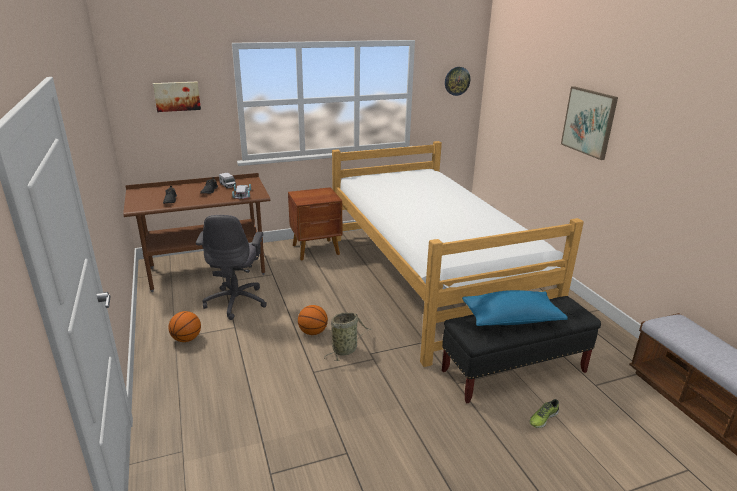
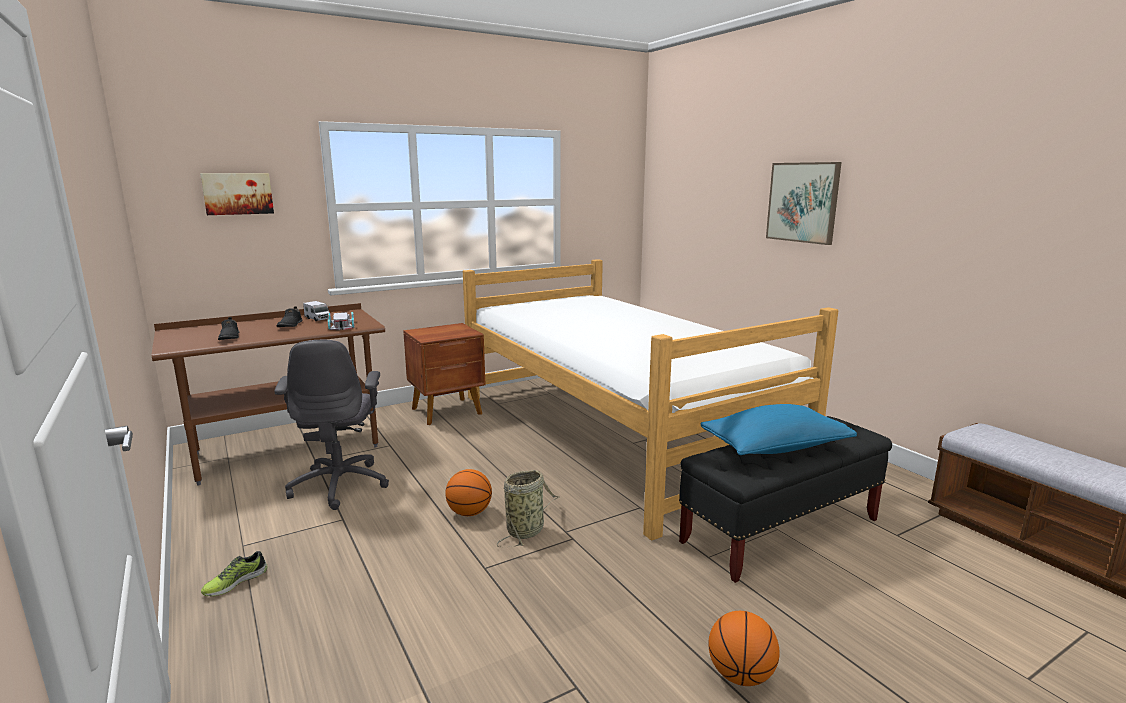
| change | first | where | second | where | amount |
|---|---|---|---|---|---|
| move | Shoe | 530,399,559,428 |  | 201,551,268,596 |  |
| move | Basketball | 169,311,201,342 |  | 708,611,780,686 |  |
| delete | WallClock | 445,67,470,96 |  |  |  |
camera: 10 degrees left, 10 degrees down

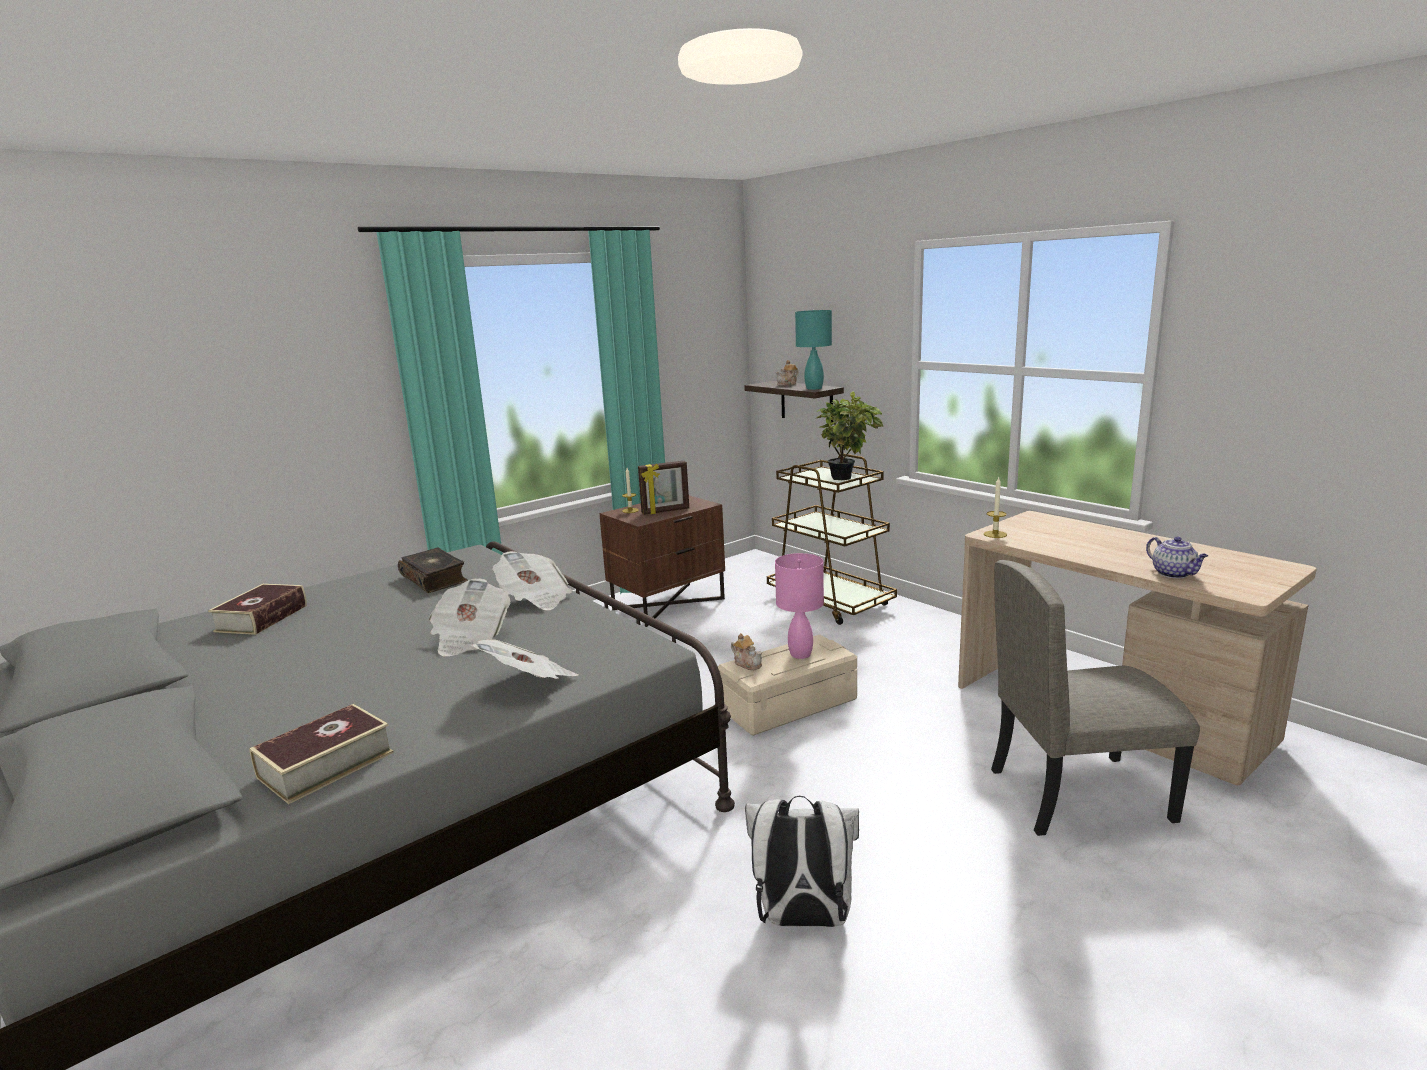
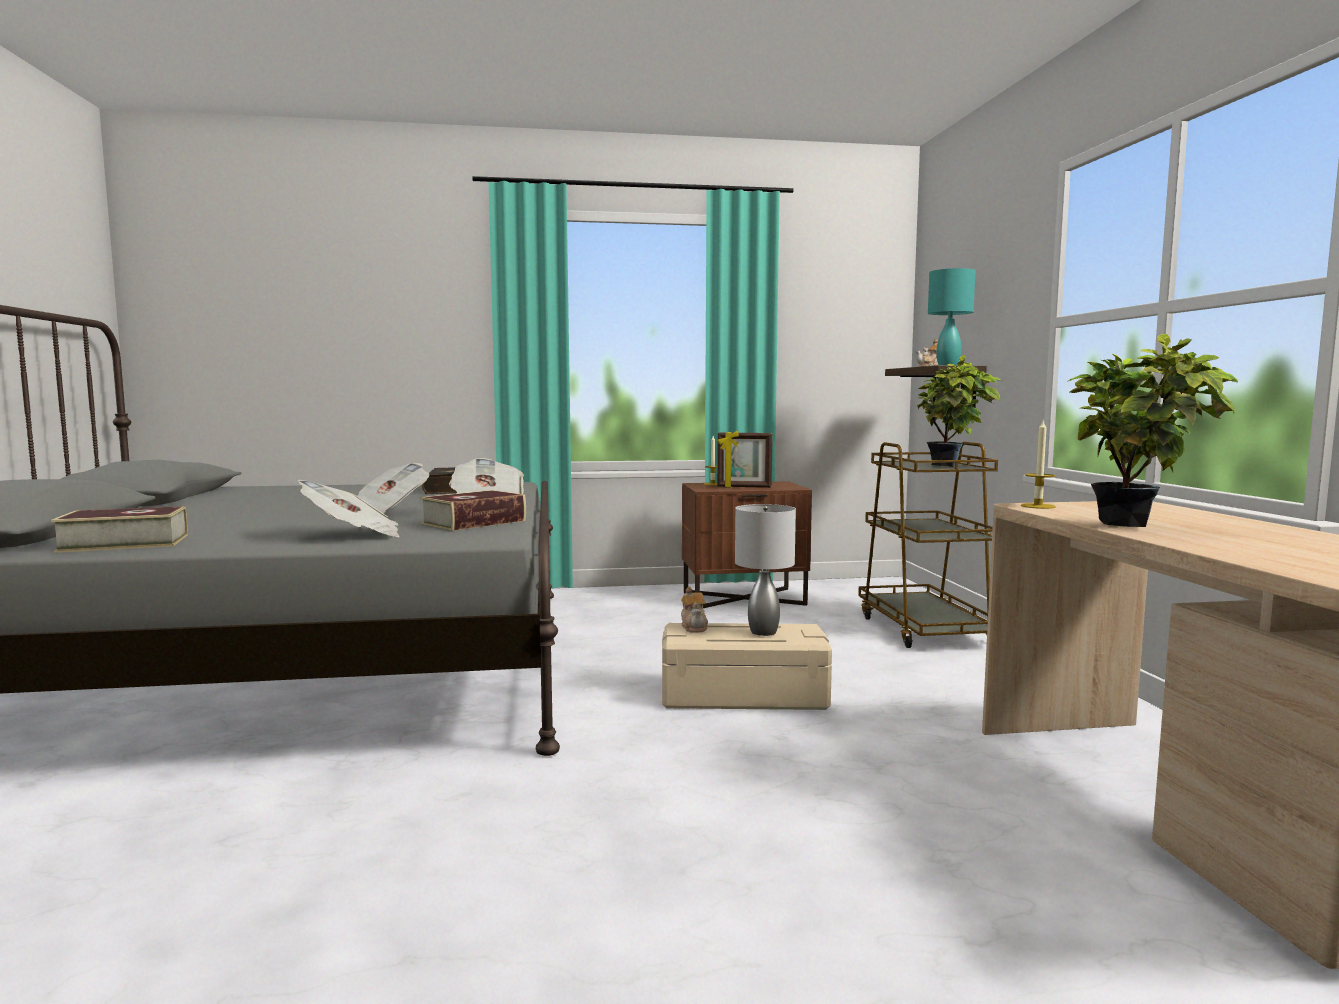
| change | first | where | second | where | amount |
|---|---|---|---|---|---|
| move | Book | 208,584,307,635 |  | 420,490,526,531 |  |
| recolor | PinkTableLamp | 775,553,824,659 | GreyTableLamp | 735,504,796,636 |  |
| insert |  |  | PottedPlant | 1067,334,1238,527 |  |
| delete | WhiteBackpack | 745,796,859,927 |  |  |  |
| delete | BeigeChair | 991,560,1200,836 |  |  |  |
| delete | Teapot | 1146,536,1208,578 |  |  |  |
camera: 30 degrees right, 10 degrees down

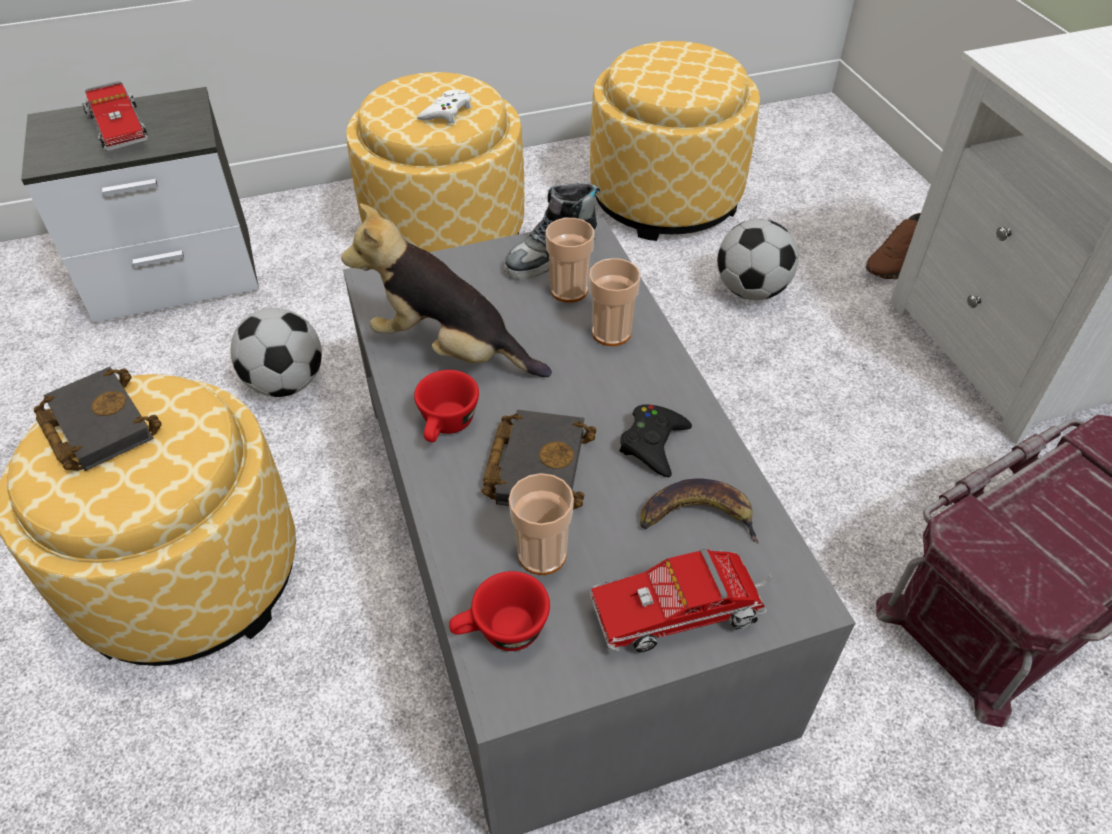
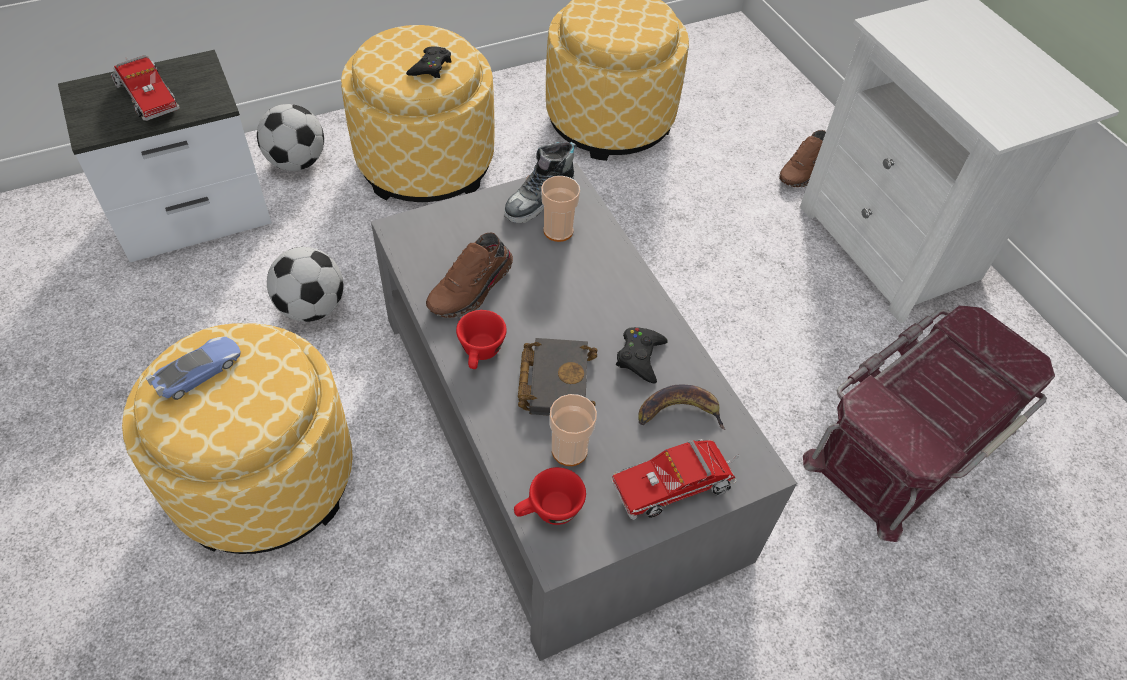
| change | first | where | second | where | amount |
|---|---|---|---|---|---|
| replace | BlackBook | 34,367,162,471 | ToyCar | 146,337,241,400 |  |
| move | Football | 717,219,798,300 |  | 257,104,324,171 |  |
| recolor | WhiteGameController | 417,90,472,124 | BlackGameController | 406,46,452,78 |  |
| replace | PlushToy | 341,203,552,377 | BrownShoe | 426,233,513,318 |  |
| delete | Cup | 589,258,641,346 |  |  |  |
camera: 10 degrees left, 5 degrees up

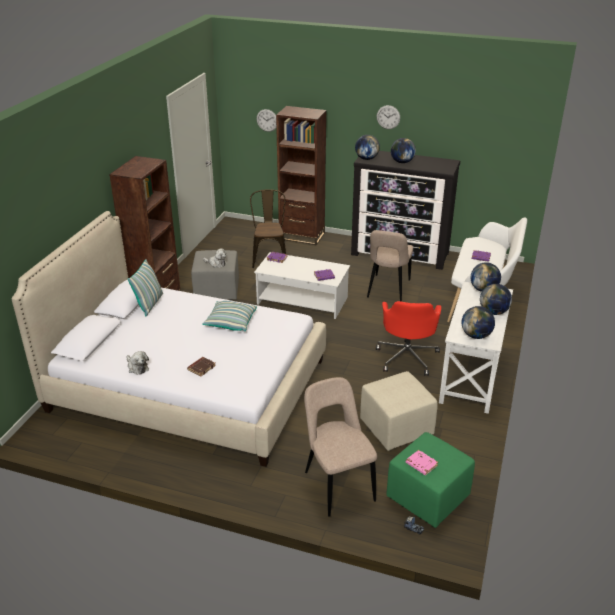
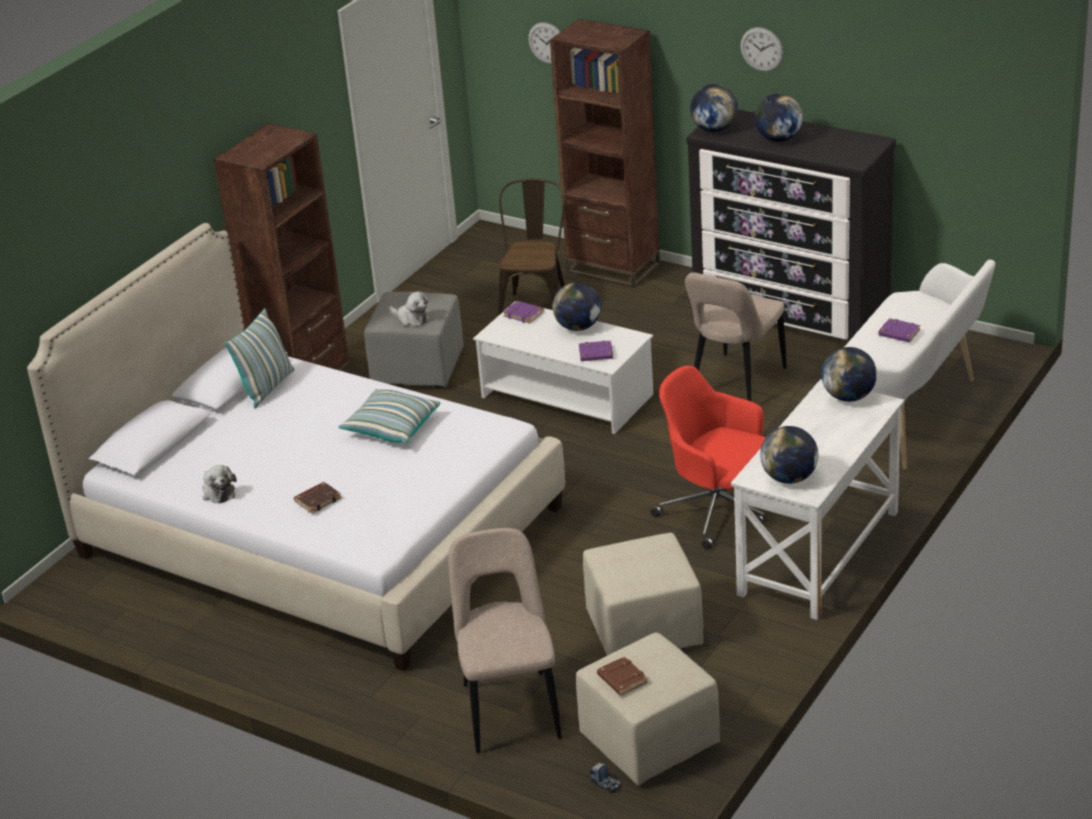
| change | first | where | second | where | amount |
|---|---|---|---|---|---|
| move | Globe | 480,284,512,315 |  | 553,282,601,331 |  |
| recolor | GreenOttoman | 386,432,475,528 | BeigeOttoman | 576,633,720,785 |  |
| recolor | PinkBook | 406,450,438,475 | BrownBook | 597,656,648,695 |  |
| rotate | RedOfficeChair | 376,301,441,376 |  | 651,365,766,550 | 105 degrees clockwise |
camera: 15 degrees right, 0 degrees up

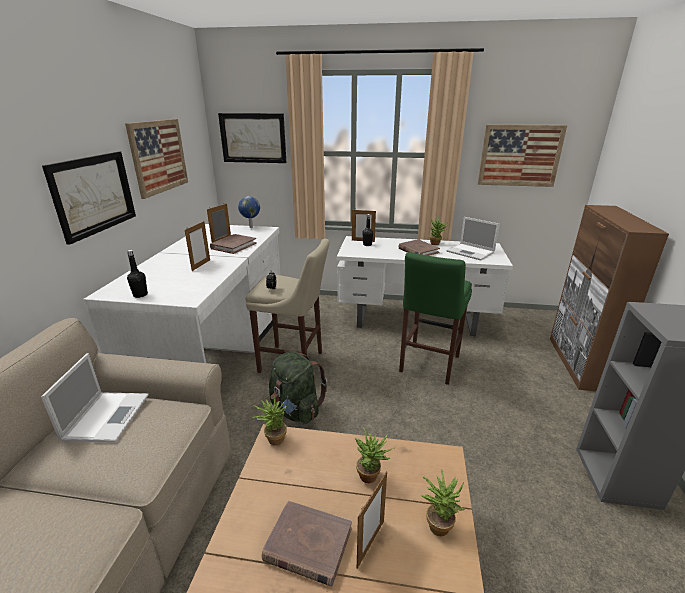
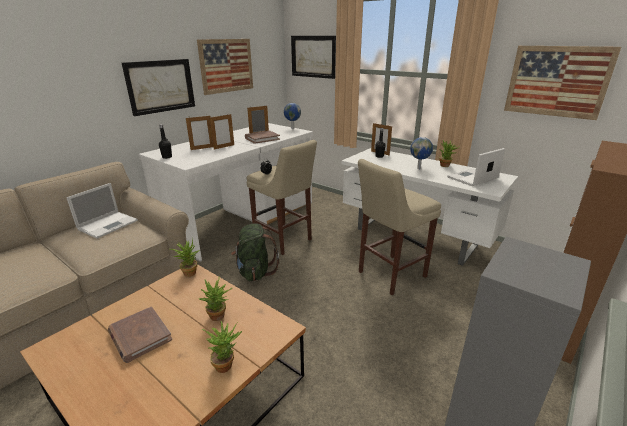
| change | first | where | second | where | amount |
|---|---|---|---|---|---|
| move | PictureFrame | 357,471,387,569 |  | 186,116,213,150 |  |
| recolor | GreenStool | 399,252,472,385 | BeigeStool | 358,159,441,295 |  |
| replace | BrownBook | 398,239,440,256 | Globe | 410,137,433,169 |  |
| rotate | Laptop | 446,217,500,260 |  | 447,148,505,186 | 75 degrees clockwise |
camera: 30 degrees right, 0 degrees up

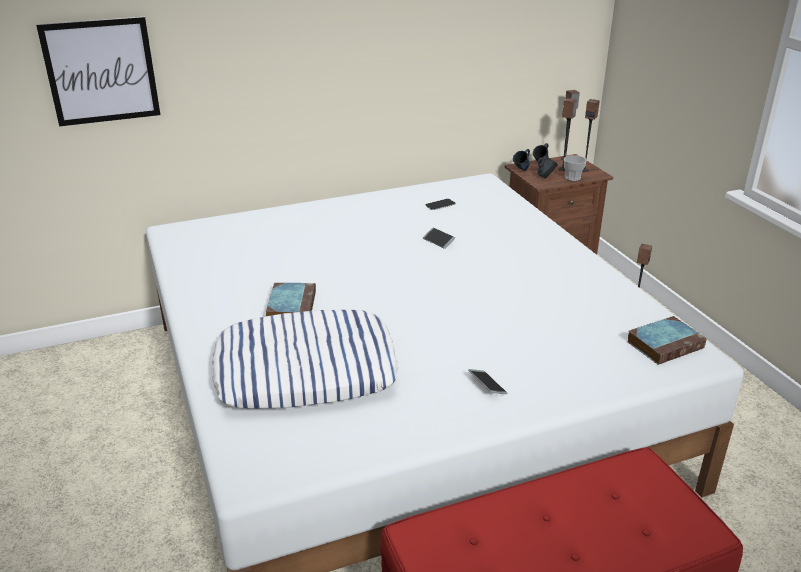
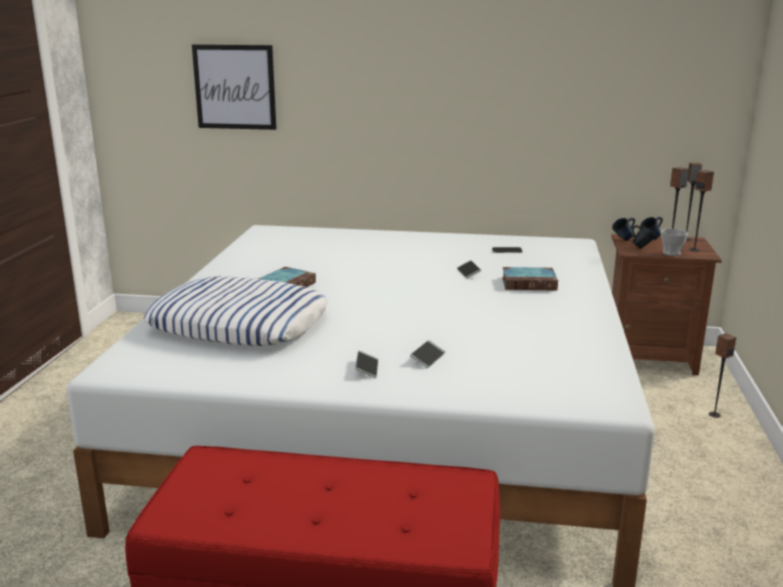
| change | first | where | second | where | amount |
|---|---|---|---|---|---|
| insert |  |  | Phone | 410,340,445,368 |  |
| move | Book | 627,316,707,365 |  | 502,267,558,291 |  |
camera: 30 degrees right, 10 degrees down

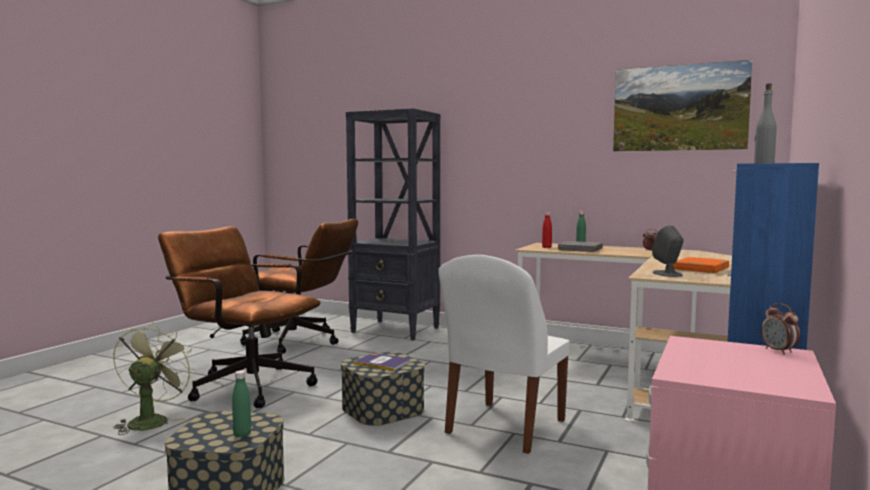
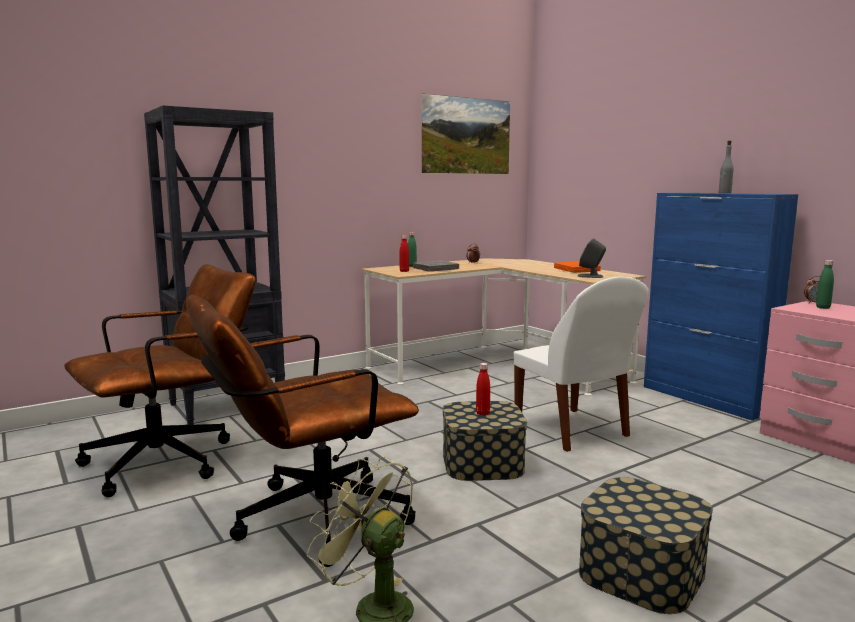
| change | first | where | second | where | amount |
|---|---|---|---|---|---|
| replace | Book | 354,353,410,371 | RedBottle | 476,363,490,416 |  |
| move | GreenBottle | 232,370,251,438 |  | 816,260,834,309 |  |
camera: 60 degrees left, 5 degrees up

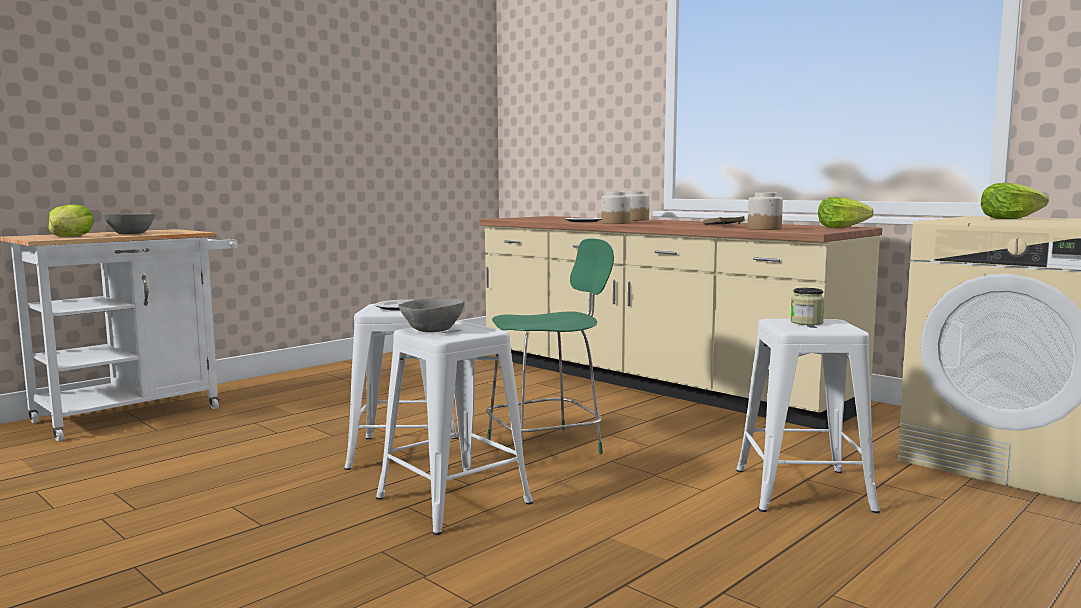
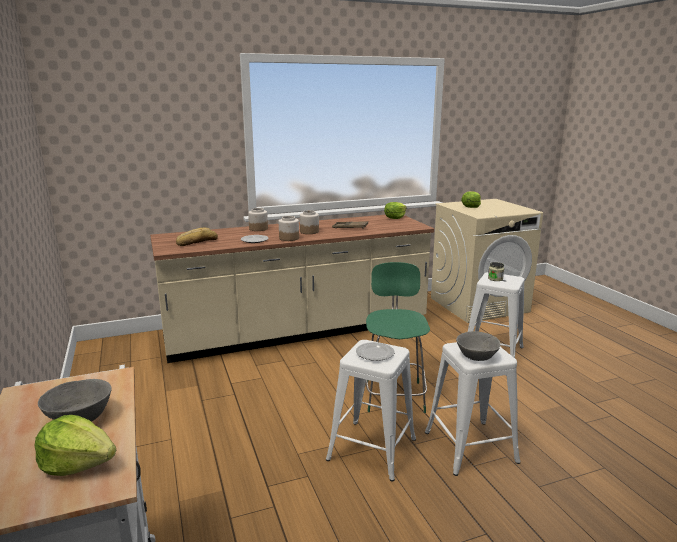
| change | first | where | second | where | amount |
|---|---|---|---|---|---|
| insert |  |  | Bread | 176,227,218,246 |  |
| move | Jar | 748,192,783,230 |  | 300,210,319,234 |  |
camera: 65 degrees left, 10 degrees up

